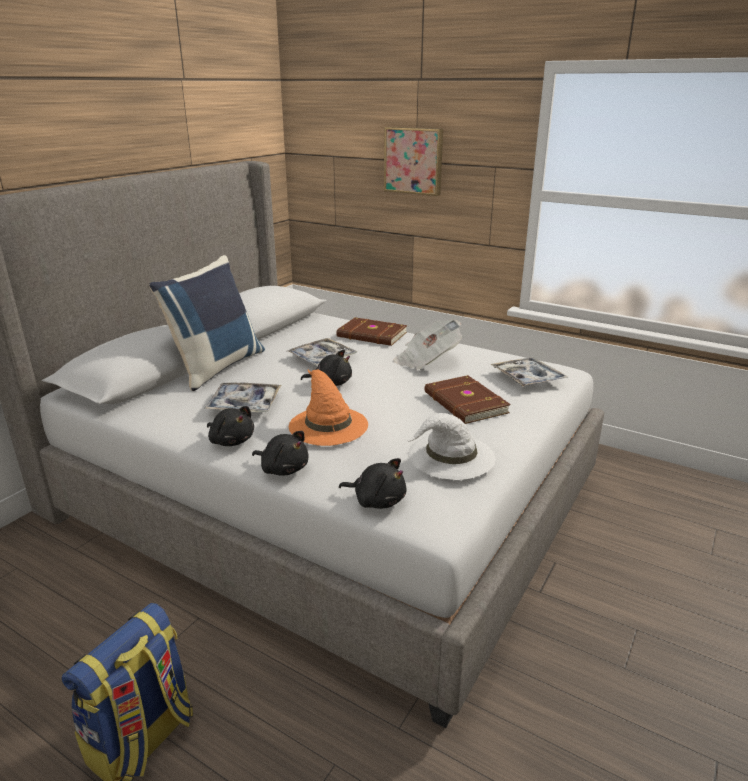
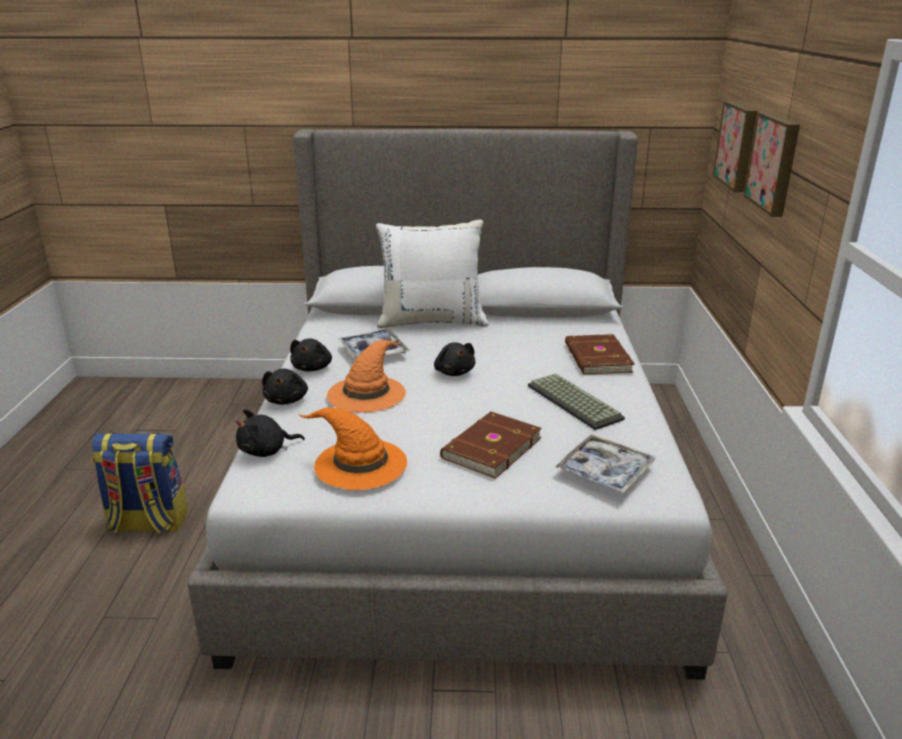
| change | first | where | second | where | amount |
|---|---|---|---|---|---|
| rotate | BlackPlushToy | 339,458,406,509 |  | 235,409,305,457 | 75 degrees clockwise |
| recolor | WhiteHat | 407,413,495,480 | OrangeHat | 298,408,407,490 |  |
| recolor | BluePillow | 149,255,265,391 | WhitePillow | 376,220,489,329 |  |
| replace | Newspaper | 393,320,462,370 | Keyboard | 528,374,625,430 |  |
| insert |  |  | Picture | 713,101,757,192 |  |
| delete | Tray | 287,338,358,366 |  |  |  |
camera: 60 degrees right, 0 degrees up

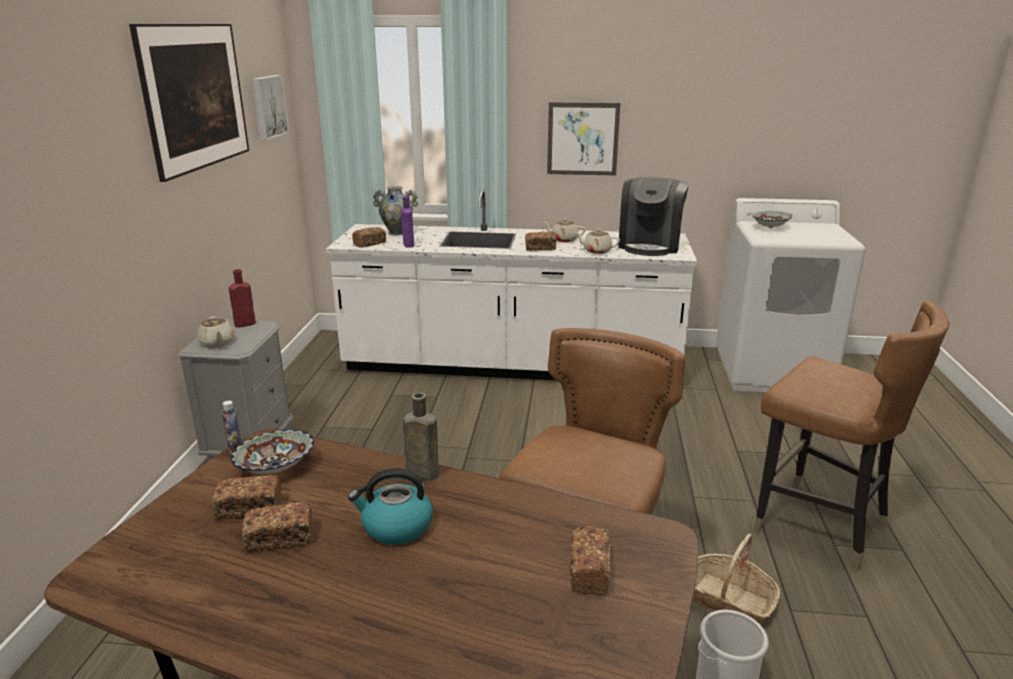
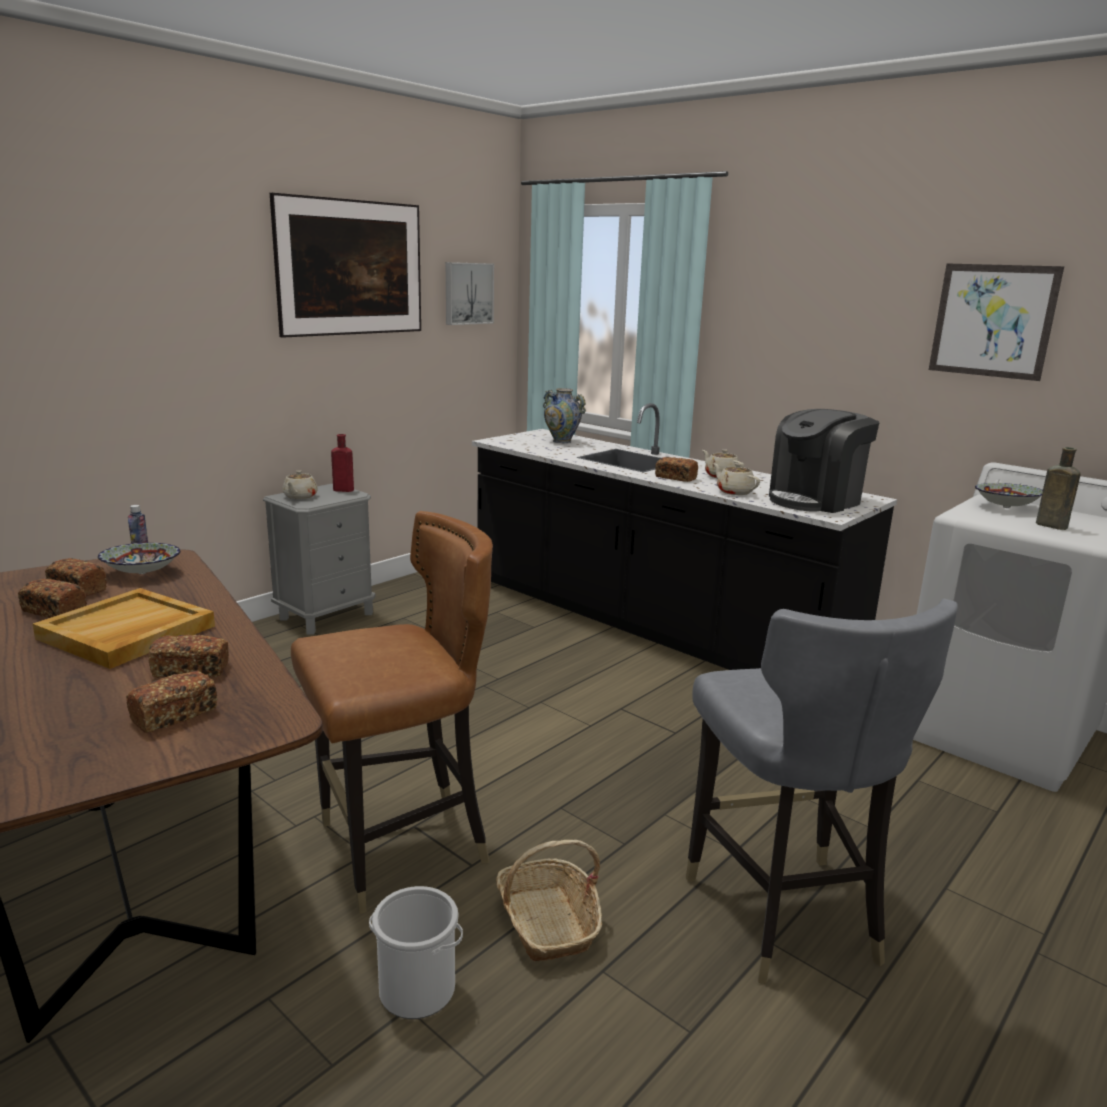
| change | first | where | second | where | amount |
|---|---|---|---|---|---|
| replace | Kettle | 348,468,433,545 | BeigeTray | 33,588,215,669 |  |
| move | Bread | 352,227,386,248 |  | 149,635,229,678 |  |
| recolor | WhiteCounter | 326,189,697,380 | BlackCounter | 472,403,897,670 |  |
| recolor | BrownChair | 754,302,949,570 | GreyChair | 686,599,958,984 |  |
| move | Picture | 547,102,621,176 |  | 929,264,1064,381 |  |
| move | BrownBottle | 403,392,439,481 |  | 1036,447,1081,530 |  |
| delete | PurpleBottle | 401,196,414,248 |  |  |  |
camera: 35 degrees right, 5 degrees down

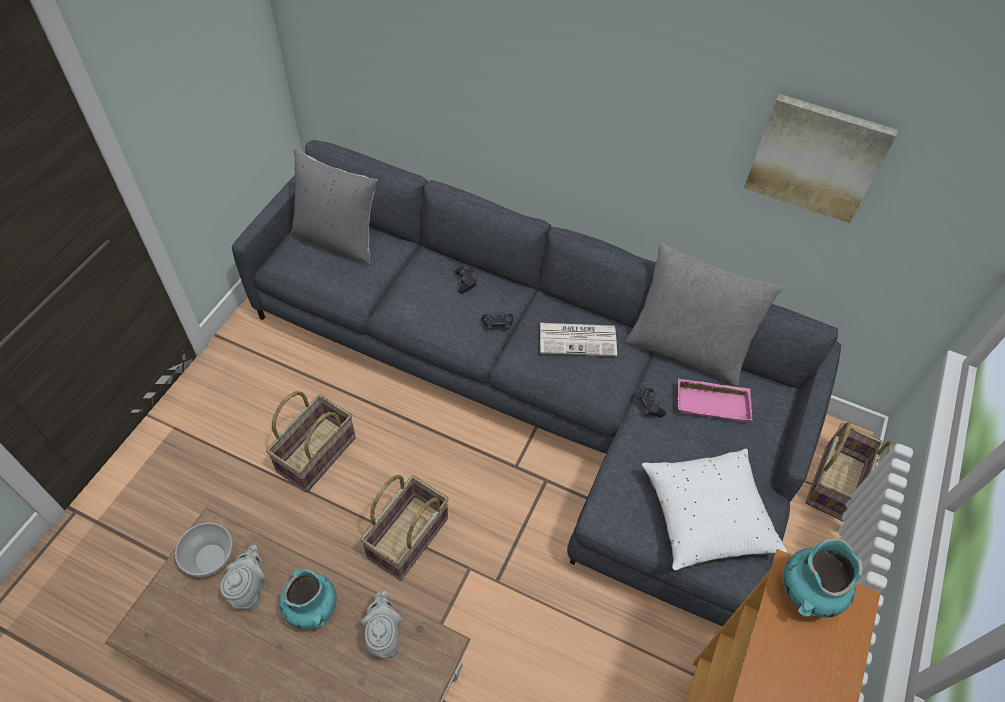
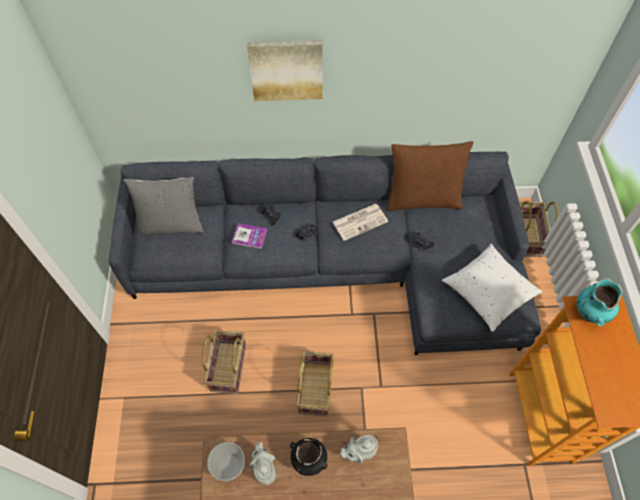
| change | first | where | second | where | amount |
|---|---|---|---|---|---|
| insert |  |  | Book | 232,223,267,249 |  |
| move | Picture | 744,94,898,223 |  | 247,40,323,101 |  |
| recolor | TurquoiseVase | 279,568,337,629 | BlackVase | 289,438,328,476 |  |
| rotate | GreyTeapot | 361,590,403,658 |  | 340,435,378,464 | 75 degrees counterclockwise |
| recolor | GreyPillow | 625,243,784,387 | BrownPillow | 386,141,474,211 |  |
| delete | PinkTray | 677,379,752,422 |  |  |  |
camera: 25 degrees left, 5 degrees up

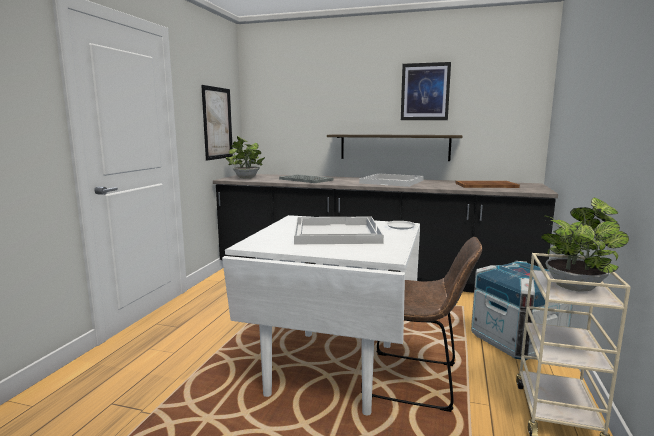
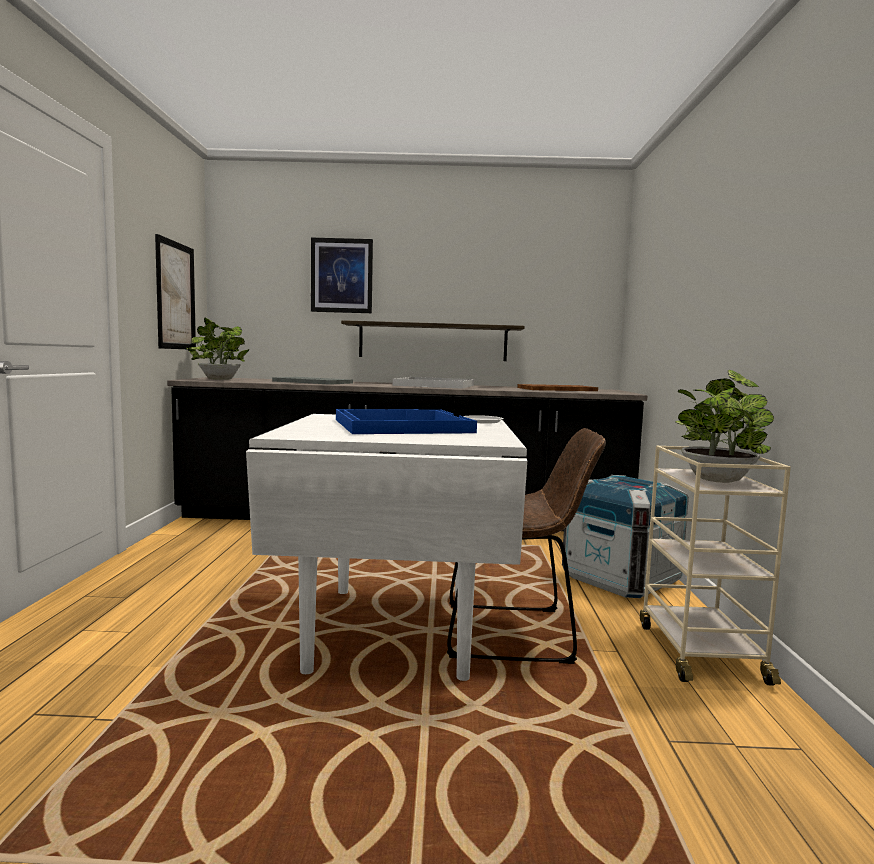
| change | first | where | second | where | amount |
|---|---|---|---|---|---|
| move | Picture | 401,62,451,120 |  | 311,238,373,313 |  |
| recolor | WhiteTray | 294,217,384,244 | BlueTray | 336,409,477,434 |  |
camera: 15 degrees left, 5 degrees down

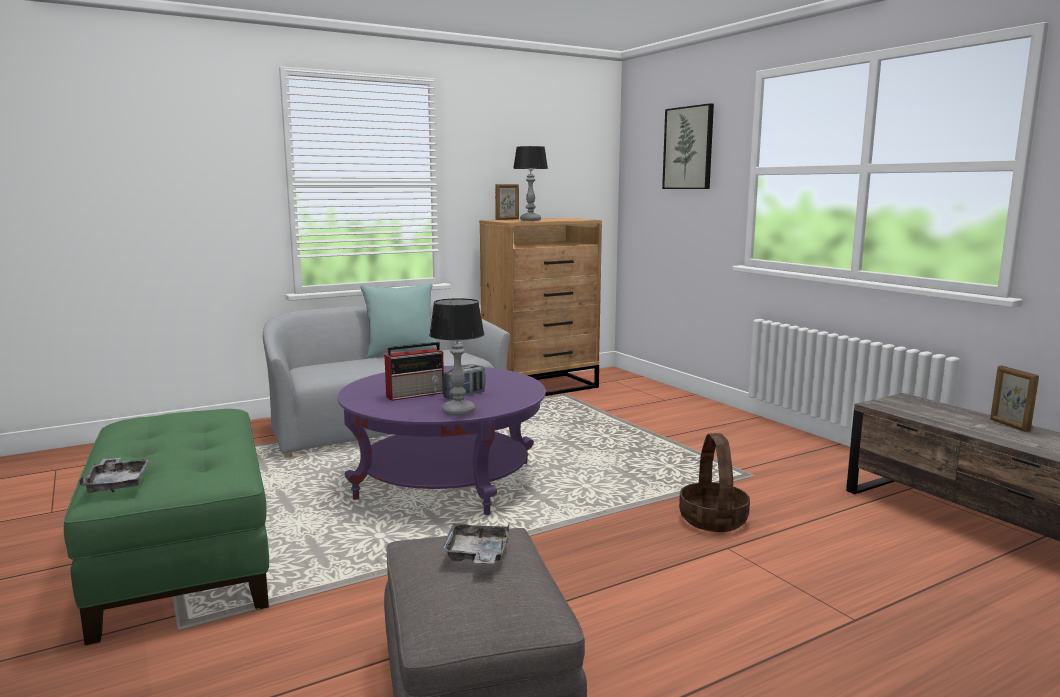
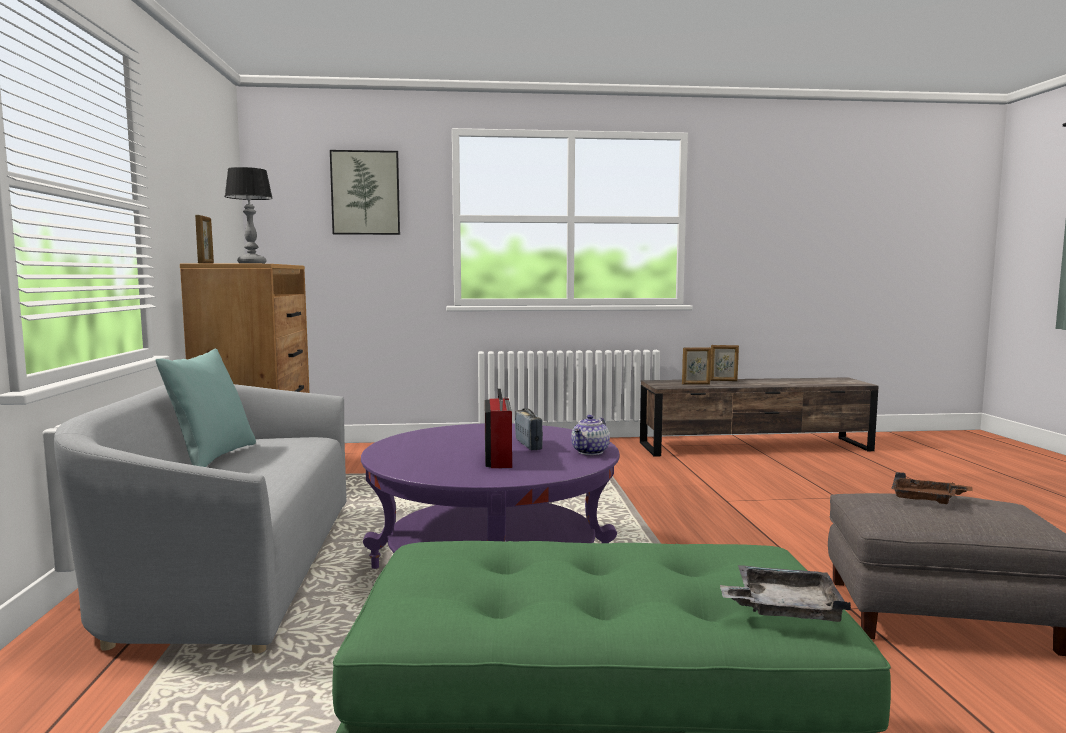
| change | first | where | second | where | amount |
|---|---|---|---|---|---|
| replace | TableLamp | 429,298,485,416 | Teapot | 571,415,610,455 |  |
| insert |  |  | PictureFrame | 682,347,711,385 |  |
| recolor | GreyTray | 440,524,509,564 | BrownTray | 891,472,973,504 |  |
| delete | Basket | 679,433,750,532 |  |  |  |
camera: 65 degrees left, 5 degrees down

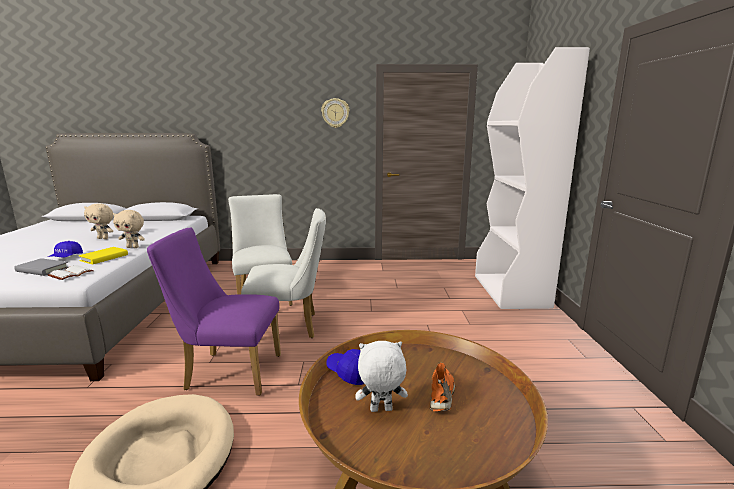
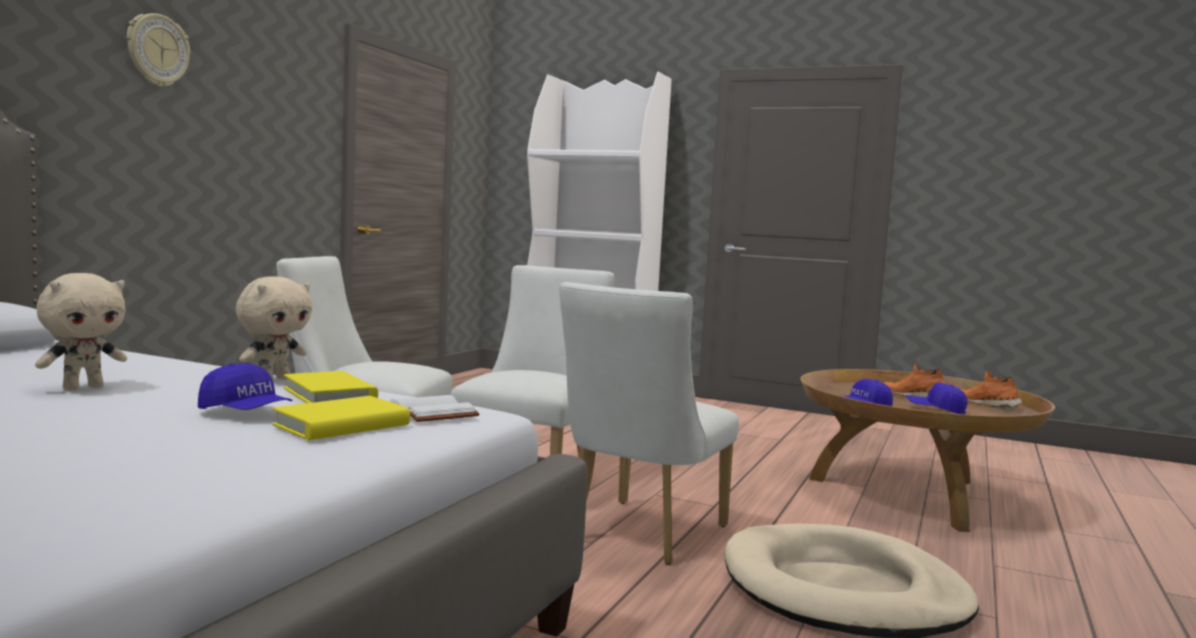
| change | first | where | second | where | amount |
|---|---|---|---|---|---|
| move | WallClock | 321,98,350,128 |  | 127,13,190,87 |  |
| recolor | GreyBook | 14,258,68,276 | YellowBook | 272,396,410,440 |  |
| recolor | PurpleChair | 147,228,281,396 | WhiteChair | 559,282,739,565 |  |
| replace | WhitePlushToy | 355,341,408,412 | BlueCap | 906,383,968,414 |  |
| insert |  |  | OrangeShoe | 961,371,1023,409 |  |
camera: 65 degrees left, 10 degrees down

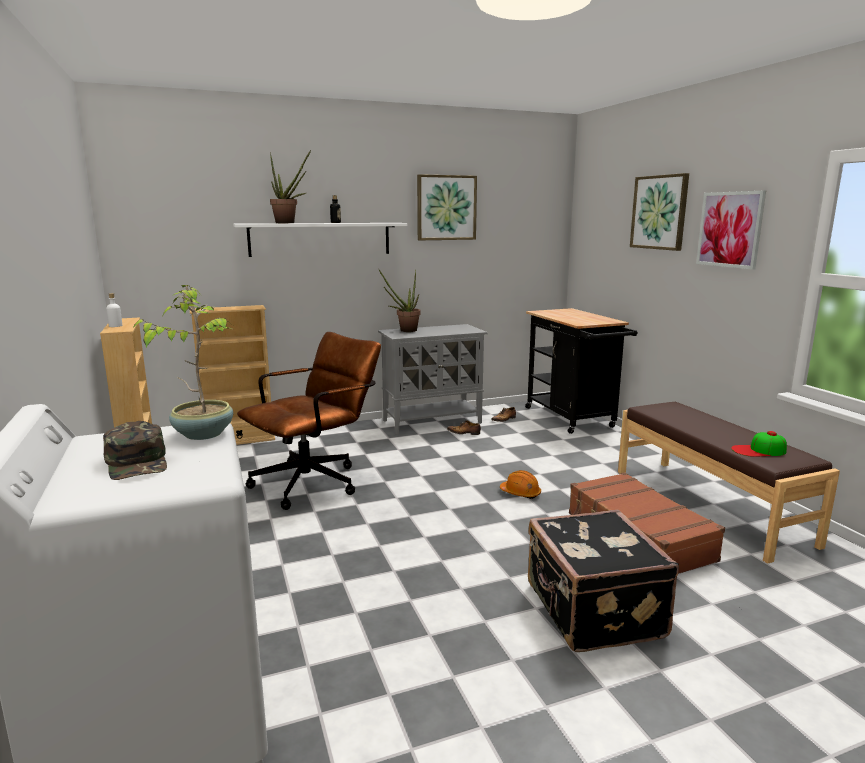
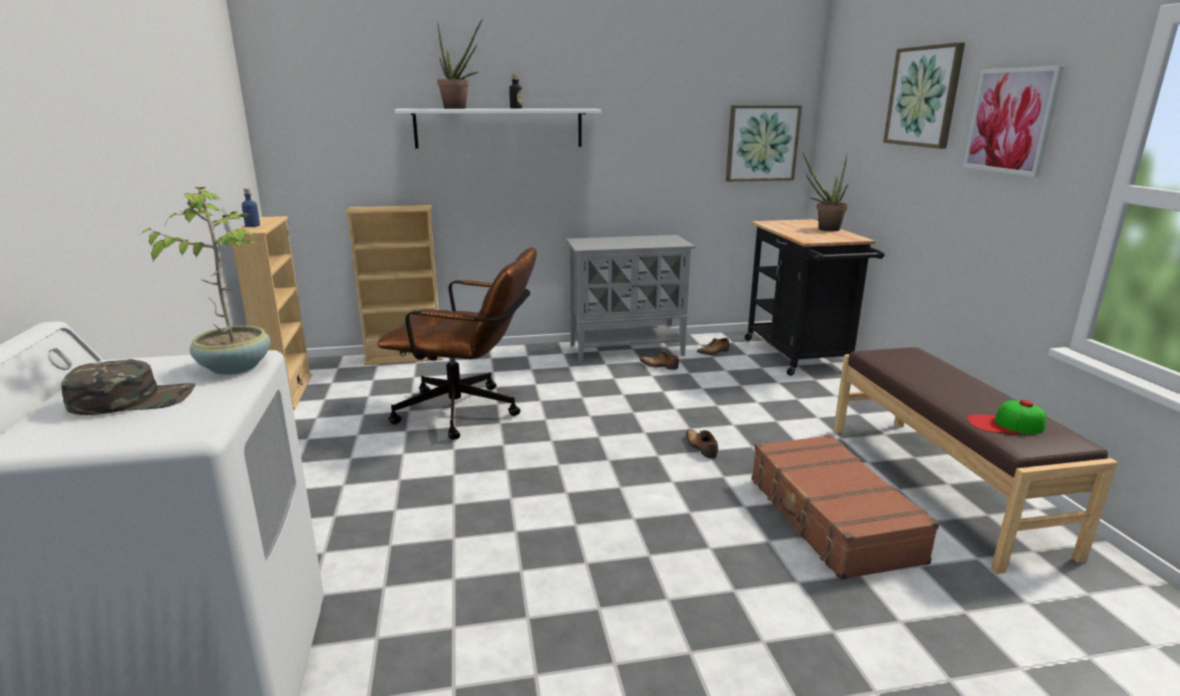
| change | first | where | second | where | amount |
|---|---|---|---|---|---|
| rotate | GreenCap | 103,421,167,480 |  | 61,359,195,415 | 90 degrees counterclockwise |
| recolor | WhiteBottle | 106,293,122,327 | BlueBottle | 242,188,260,227 |  |
| rotate | BrownOfficeChair | 237,332,381,510 |  | 377,247,537,440 | 45 degrees clockwise |
| replace | OrangeHardHat | 500,470,541,499 | Shoe | 686,429,718,458 |  |
| move | Picture | 417,174,477,240 |  | 726,105,802,182 |  |
| move | PottedPlant | 379,269,421,332 |  | 802,151,849,231 |  |
| delete | BlackSuitcase | 528,510,679,652 |  |  |  |
camera: 10 degrees right, 5 degrees up

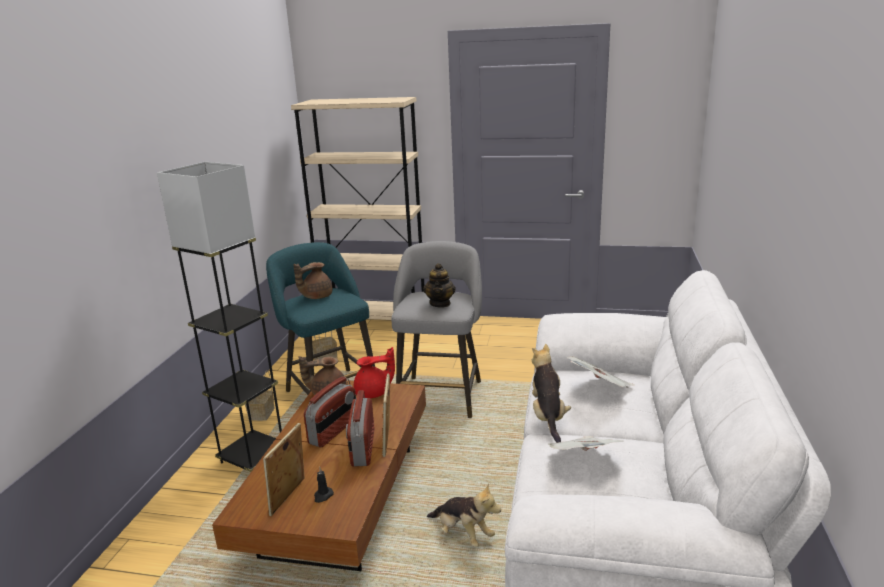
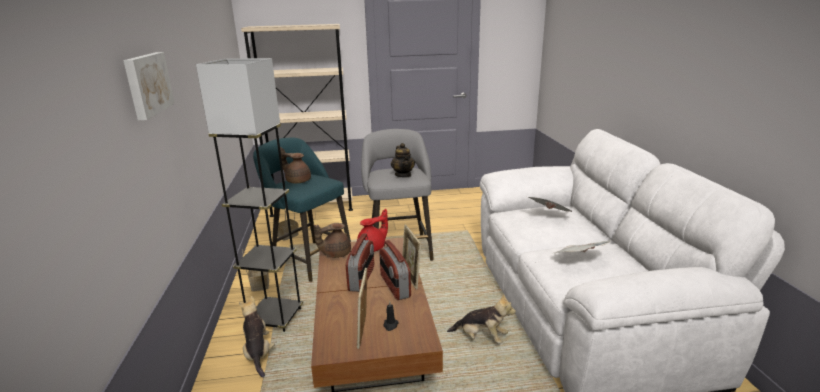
| change | first | where | second | where | amount |
|---|---|---|---|---|---|
| insert |  |  | Picture | 123,52,175,121 |  |
| move | PlushToy | 532,344,571,443 |  | 239,296,275,378 |  |
| rotate | BrownTeapot | 293,262,333,299 |  | 280,147,311,184 | 90 degrees clockwise |
camera: 20 degrees left, 0 degrees up

